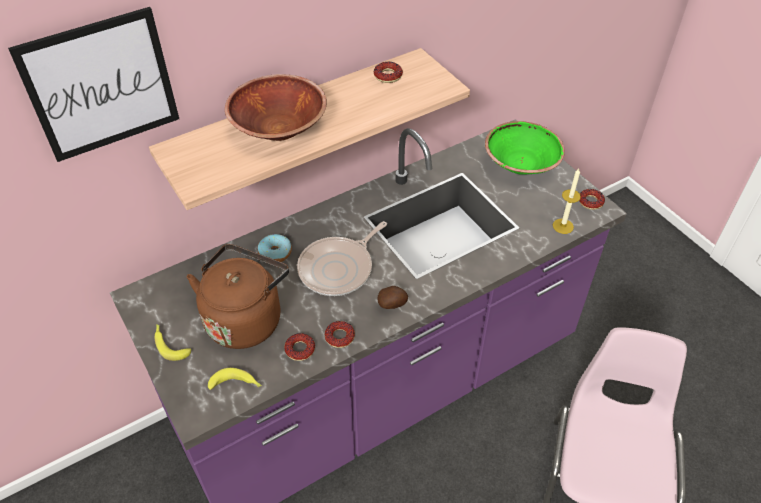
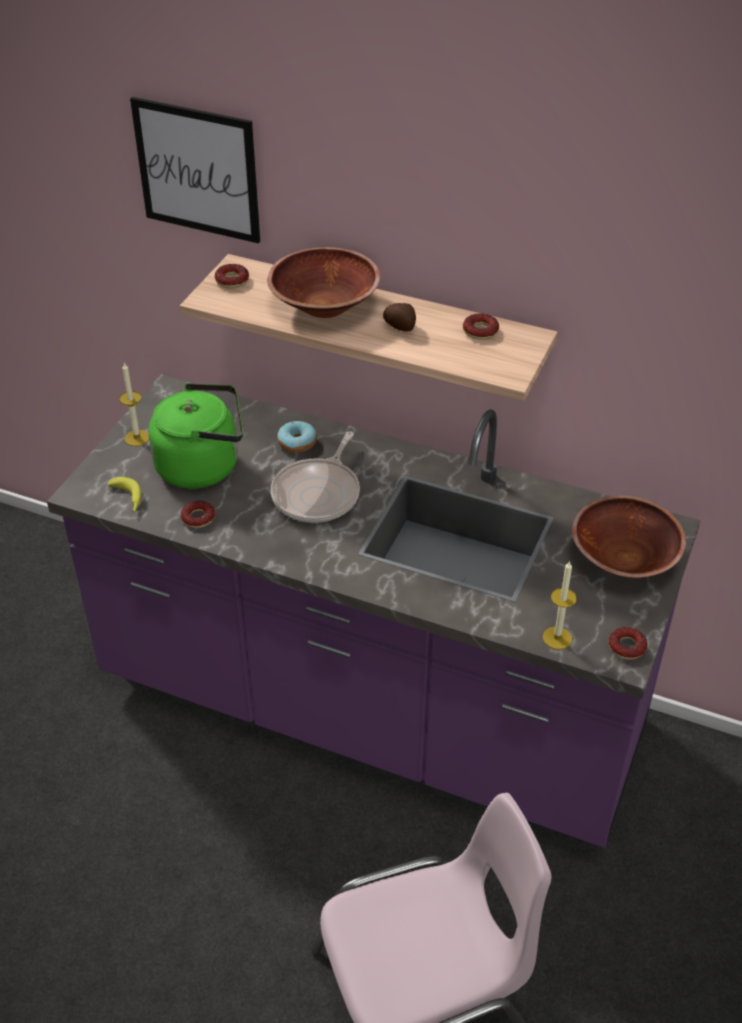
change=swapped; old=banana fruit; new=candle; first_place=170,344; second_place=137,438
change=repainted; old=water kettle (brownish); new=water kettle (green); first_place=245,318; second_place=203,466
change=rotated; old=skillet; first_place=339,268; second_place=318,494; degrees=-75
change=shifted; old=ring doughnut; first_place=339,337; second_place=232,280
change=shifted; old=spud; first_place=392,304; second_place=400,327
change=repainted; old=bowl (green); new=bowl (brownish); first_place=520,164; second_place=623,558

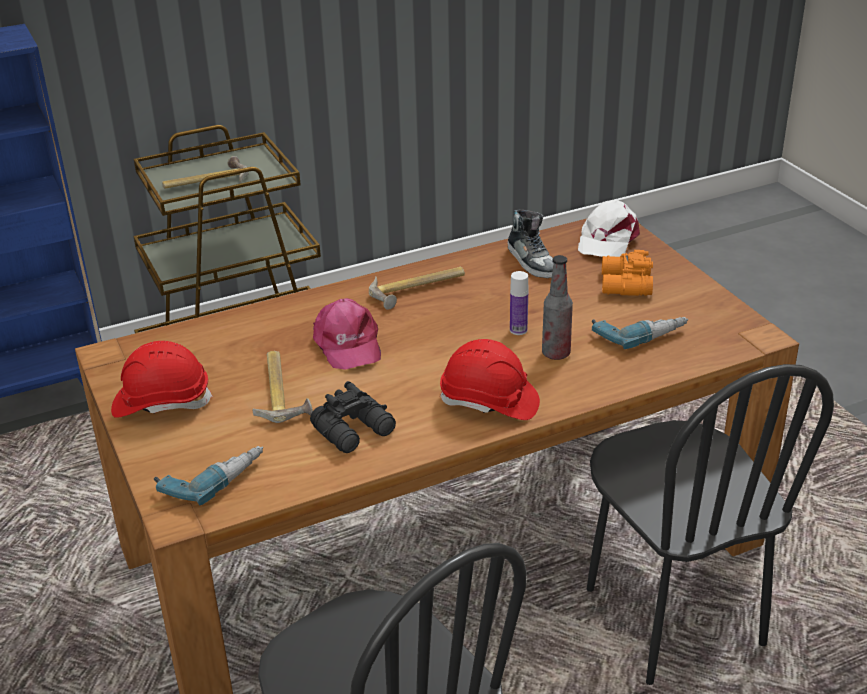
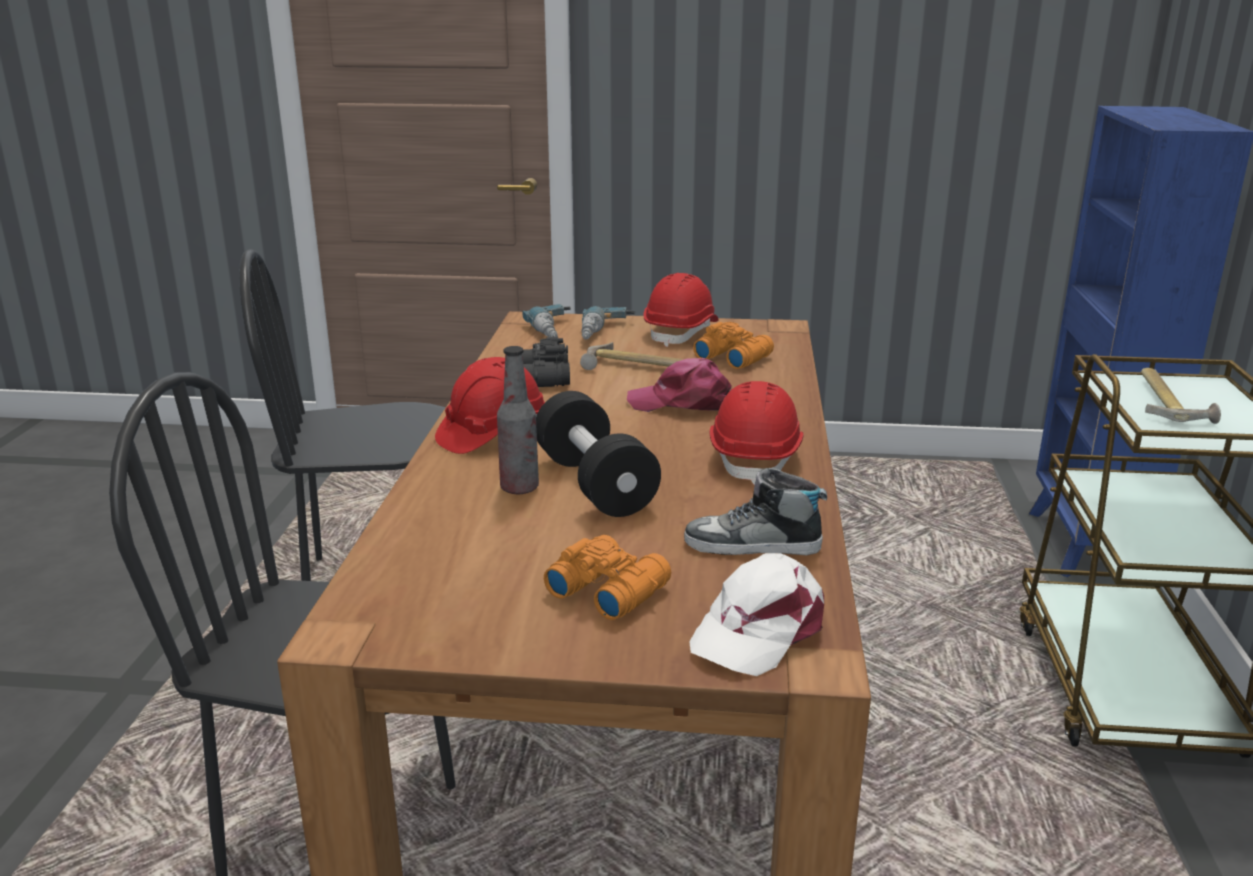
change=swapped; old=tool hammer; new=hard hat (red-coloured); first_place=418,290; second_place=756,458
change=swapped; old=drink bottle; new=free weight (black); first_place=518,330; second_place=595,484
change=rotated; old=cap (white); first_place=607,240; second_place=758,629; degrees=-105
change=shifted; old=drill; first_place=638,332; second_place=606,333
change=new; new=binoculars (orangey); second_place=732,357

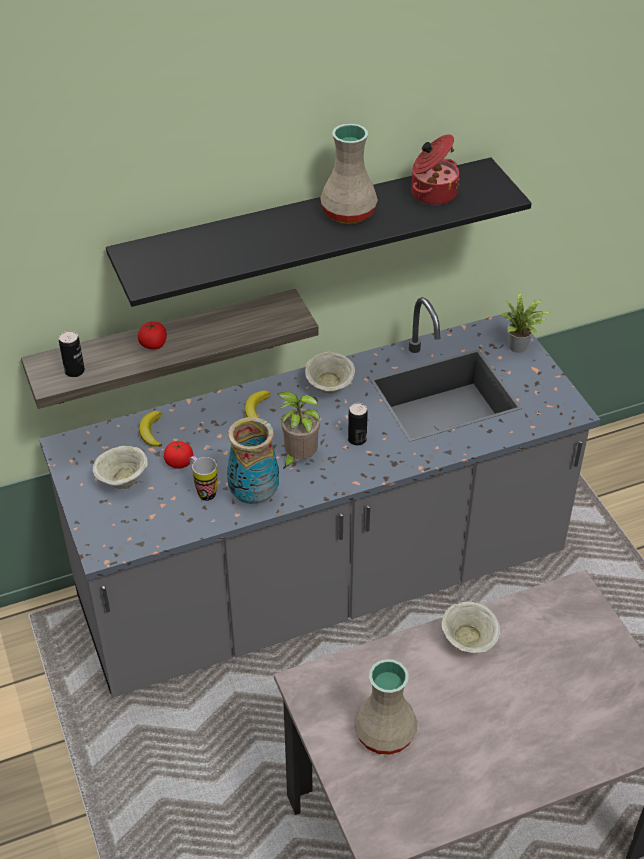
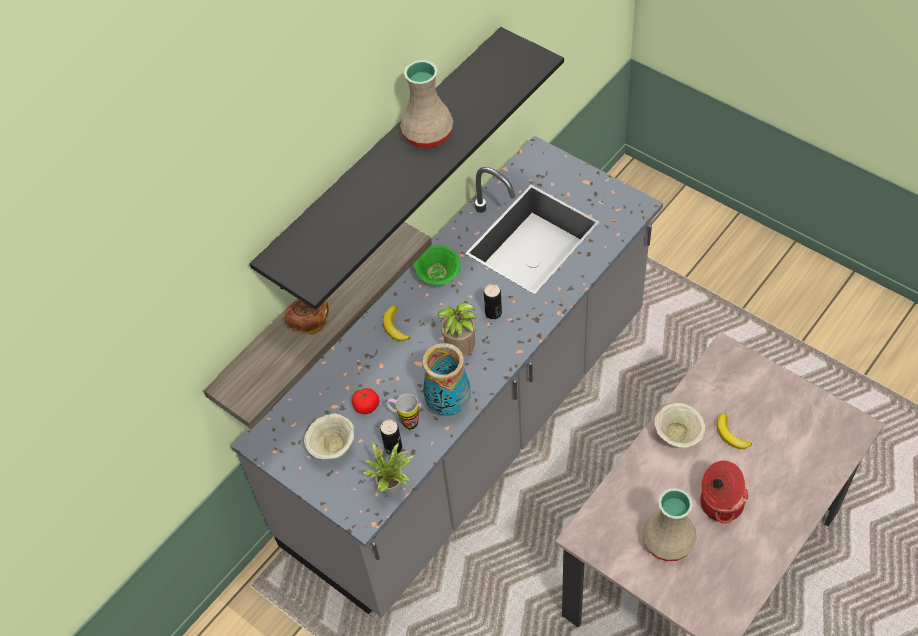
change=shifted; old=metal can; first_place=74,371; second_place=393,447
change=swapped; old=whole tomato; new=bread; first_place=153,344; second_place=309,321
change=shifted; old=banana fruit; first_place=151,431; second_place=731,435
change=repainted; old=bowl (sand-coloured); new=bowl (green); first_place=330,387; second_place=438,276
change=shifted; old=cooking pot; first_place=432,193; second_place=720,503
change=shifted; old=potted plant; first_place=520,347; second_place=394,487

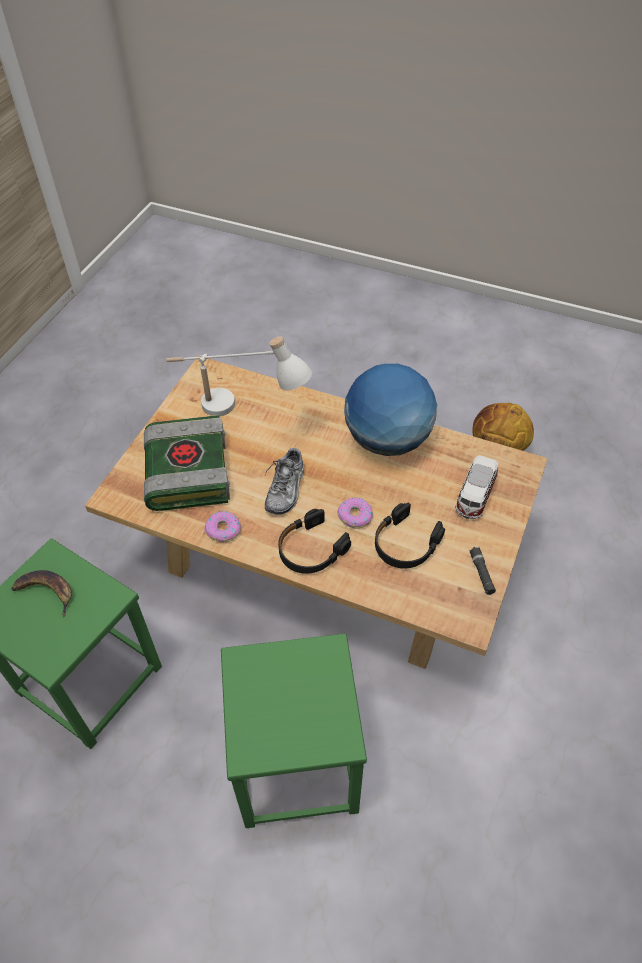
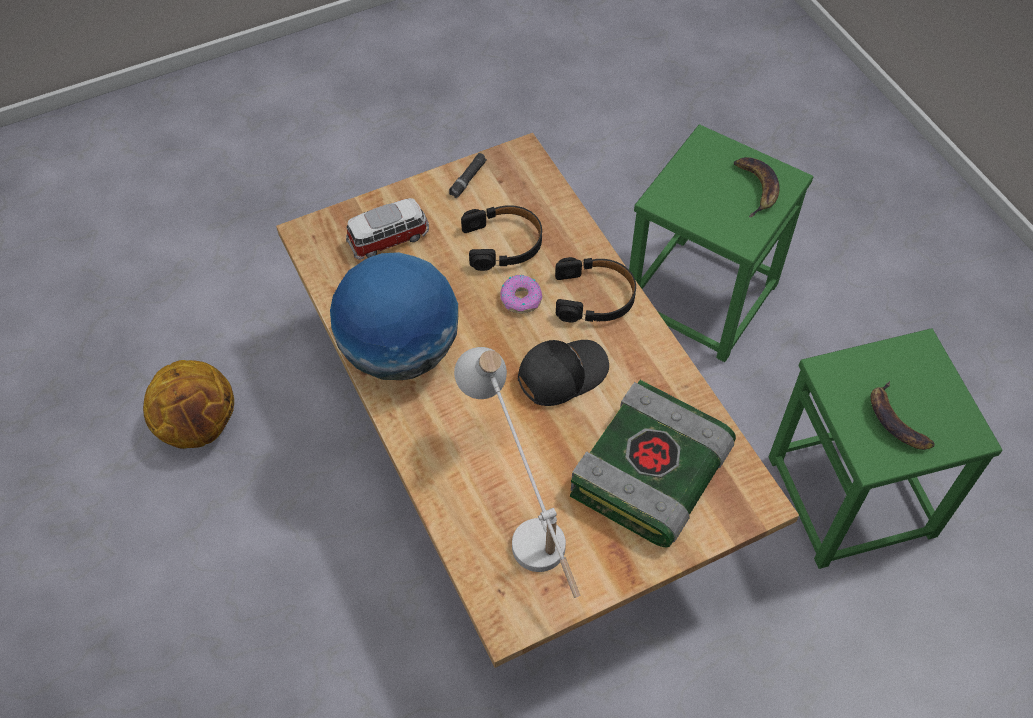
change=gone; old=ring doughnut; first_place=223,530
change=swapped; old=low shoe; new=cap (black); first_place=286,489; second_place=561,374
change=new; new=banana fruit; second_place=756,188

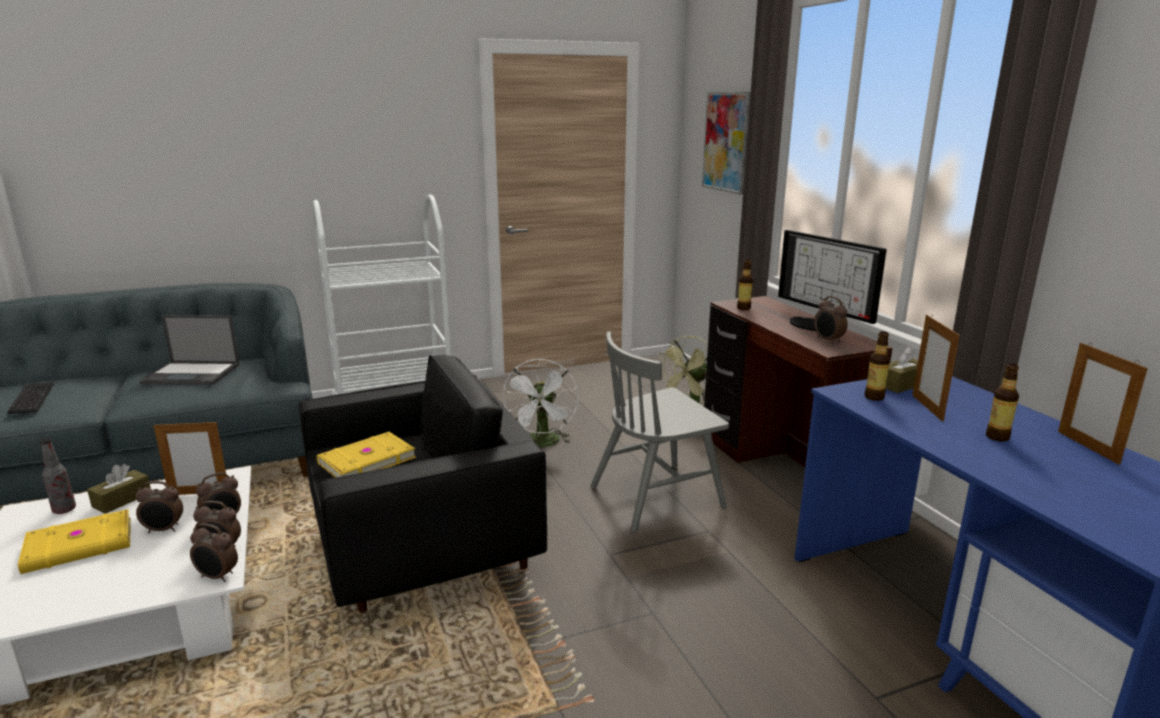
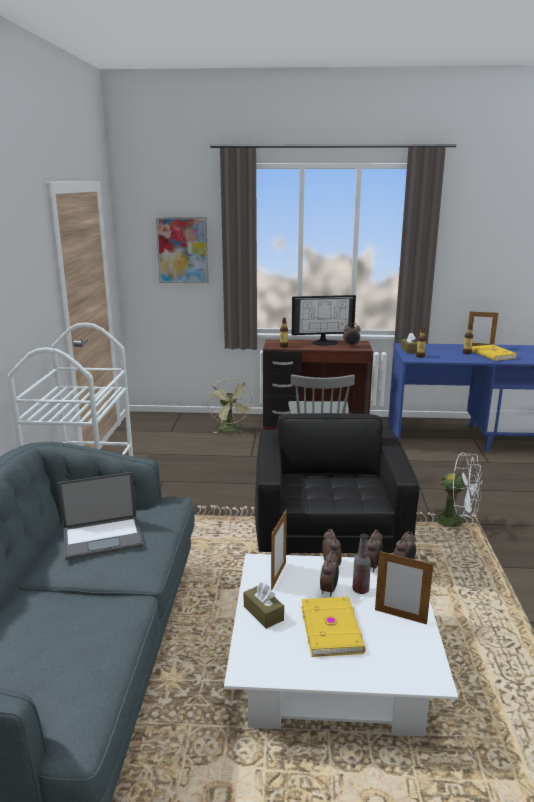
change=gone; old=keyboard; first_place=32,399
change=shifted; old=drink bottle; first_place=64,510; second_place=360,590
change=rotated; old=notebook computer; first_place=193,374; second_place=104,537; degrees=45
change=shifted; old=bound book (yellow); first_place=365,460; second_place=492,355
change=shifted; old=electric fan (white); first_place=543,443; second_place=456,522
change=shifted; old=photo frame; first_place=927,408; second_place=400,616

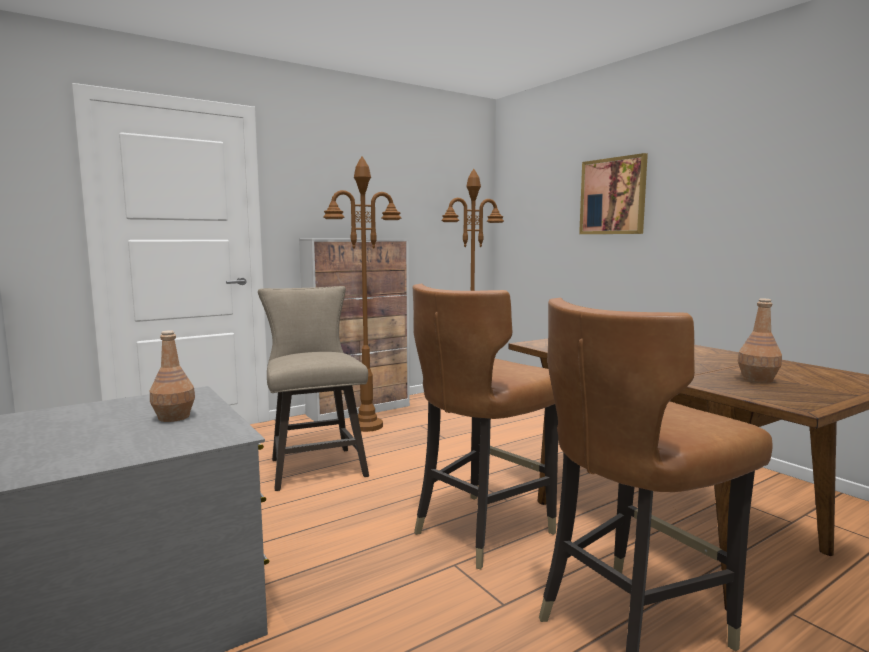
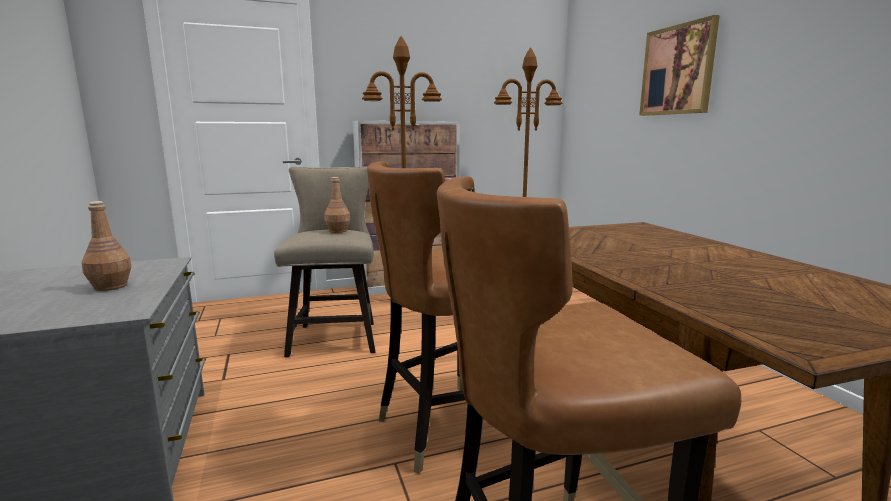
change=shifted; old=drink bottle (brownish); first_place=757,380; second_place=337,231

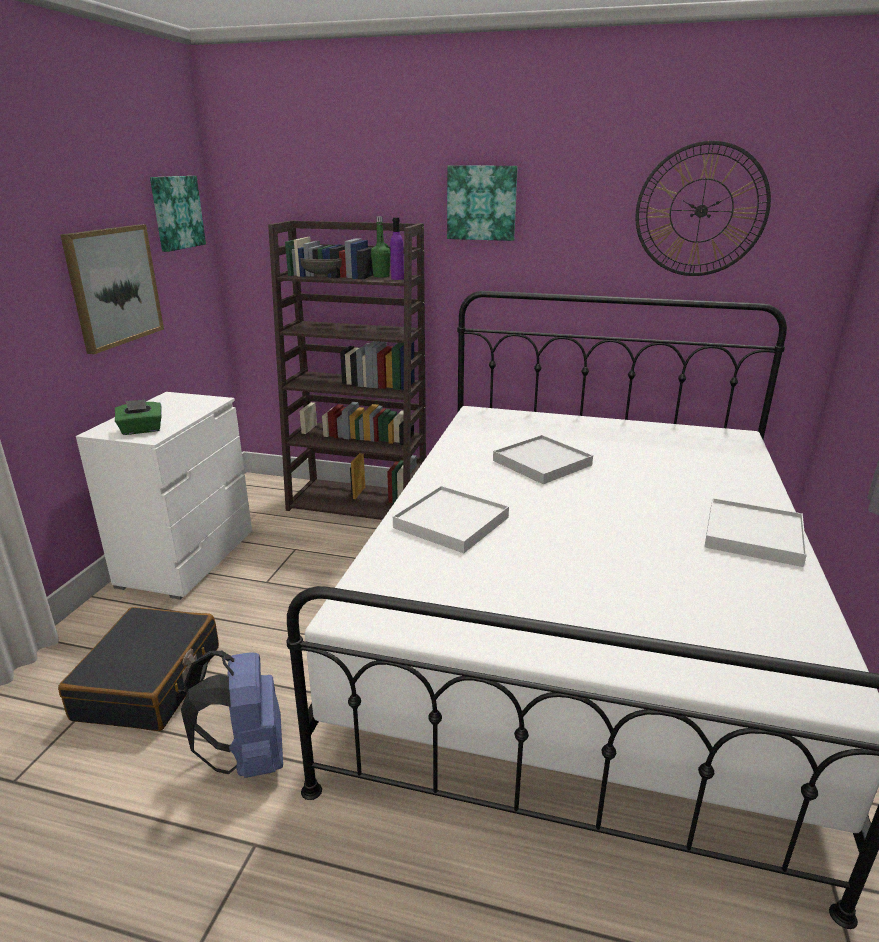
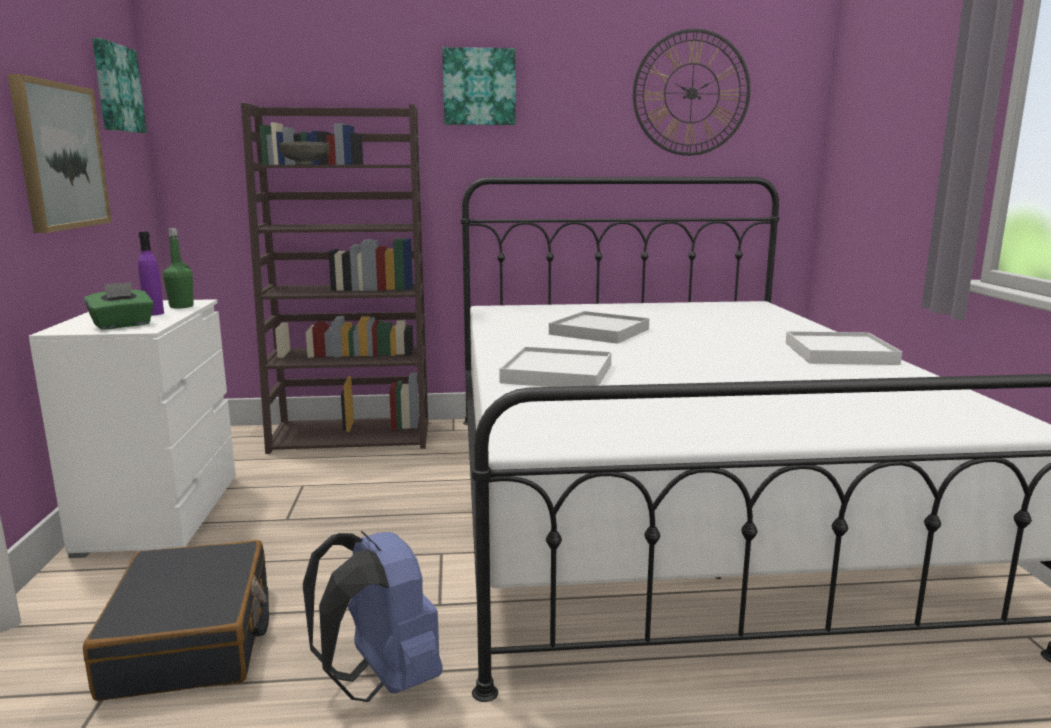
change=shifted; old=drink bottle (green); first_place=381,276; second_place=181,306
change=shifted; old=drink bottle (purple-coloured); first_place=397,278; second_place=154,313

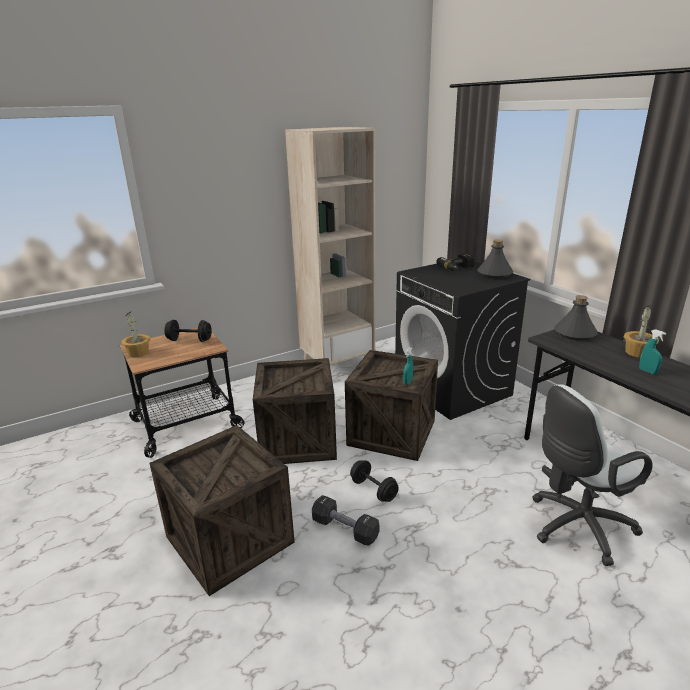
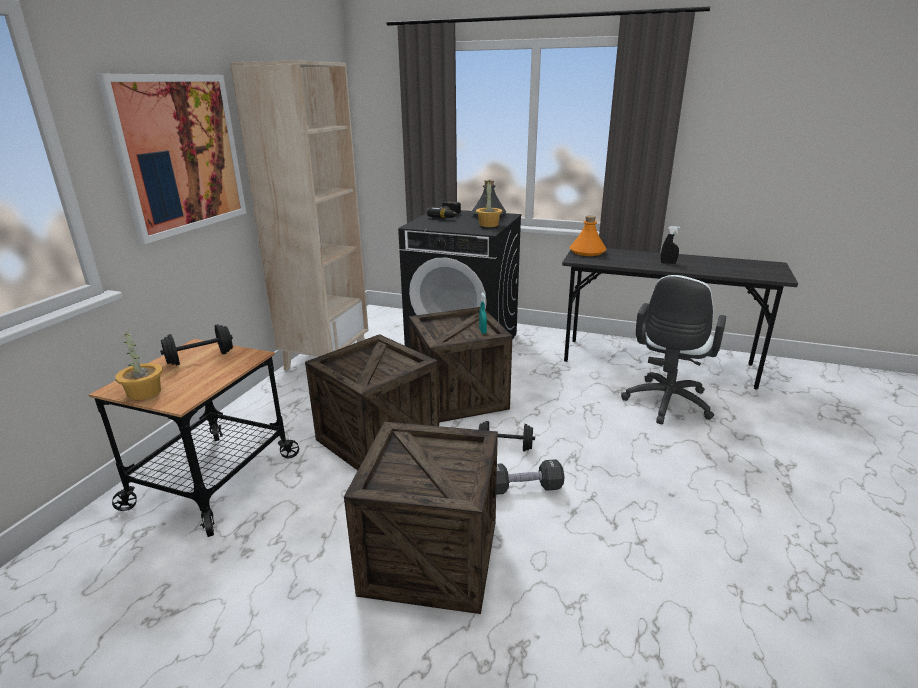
change=repainted; old=drink bottle (grey); new=drink bottle (orangey); first_place=575,334; second_place=587,252
change=shifted; old=potted plant; first_place=637,353; second_place=489,225
change=repainted; old=spray bottle (turquoise-coloured); new=spray bottle (black); first_place=647,371; second_place=668,263
change=new; new=picture; second_place=180,154

